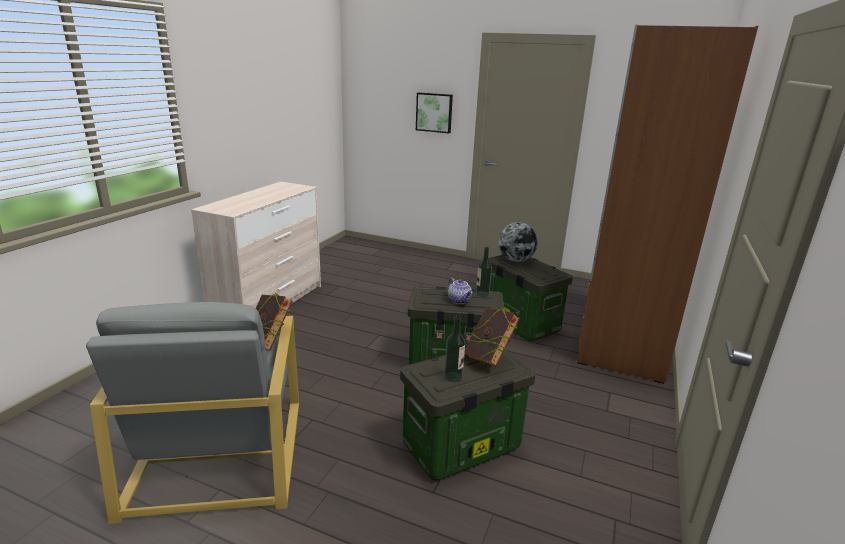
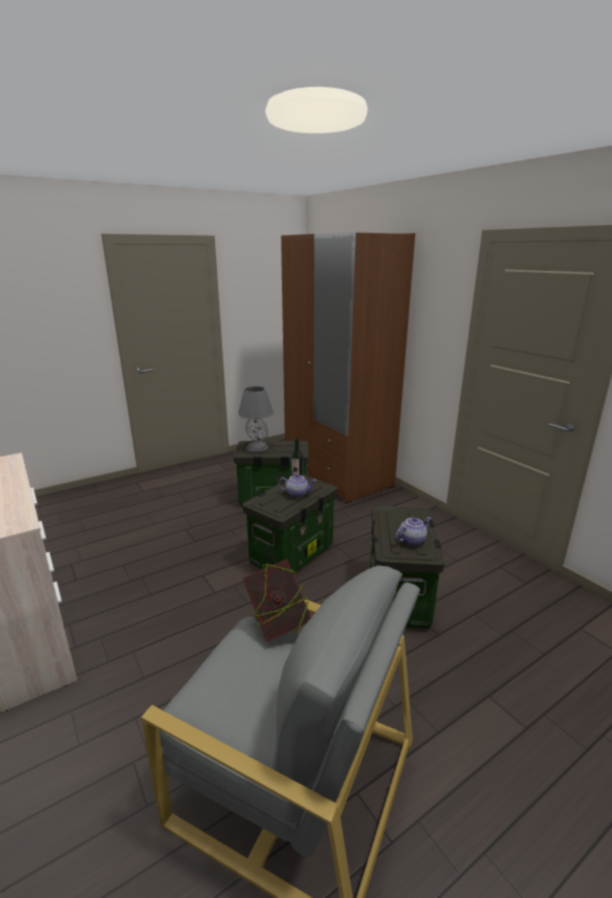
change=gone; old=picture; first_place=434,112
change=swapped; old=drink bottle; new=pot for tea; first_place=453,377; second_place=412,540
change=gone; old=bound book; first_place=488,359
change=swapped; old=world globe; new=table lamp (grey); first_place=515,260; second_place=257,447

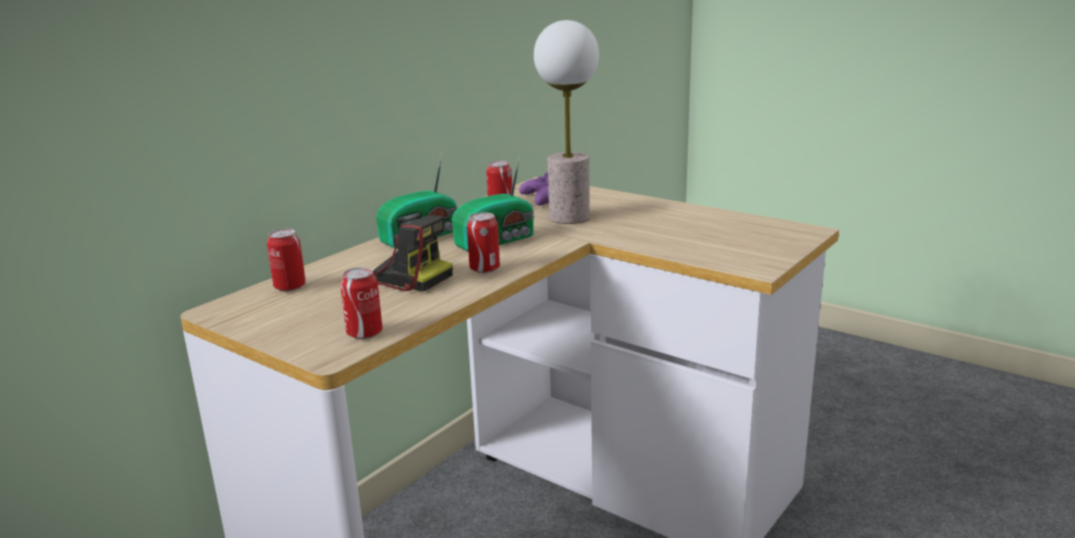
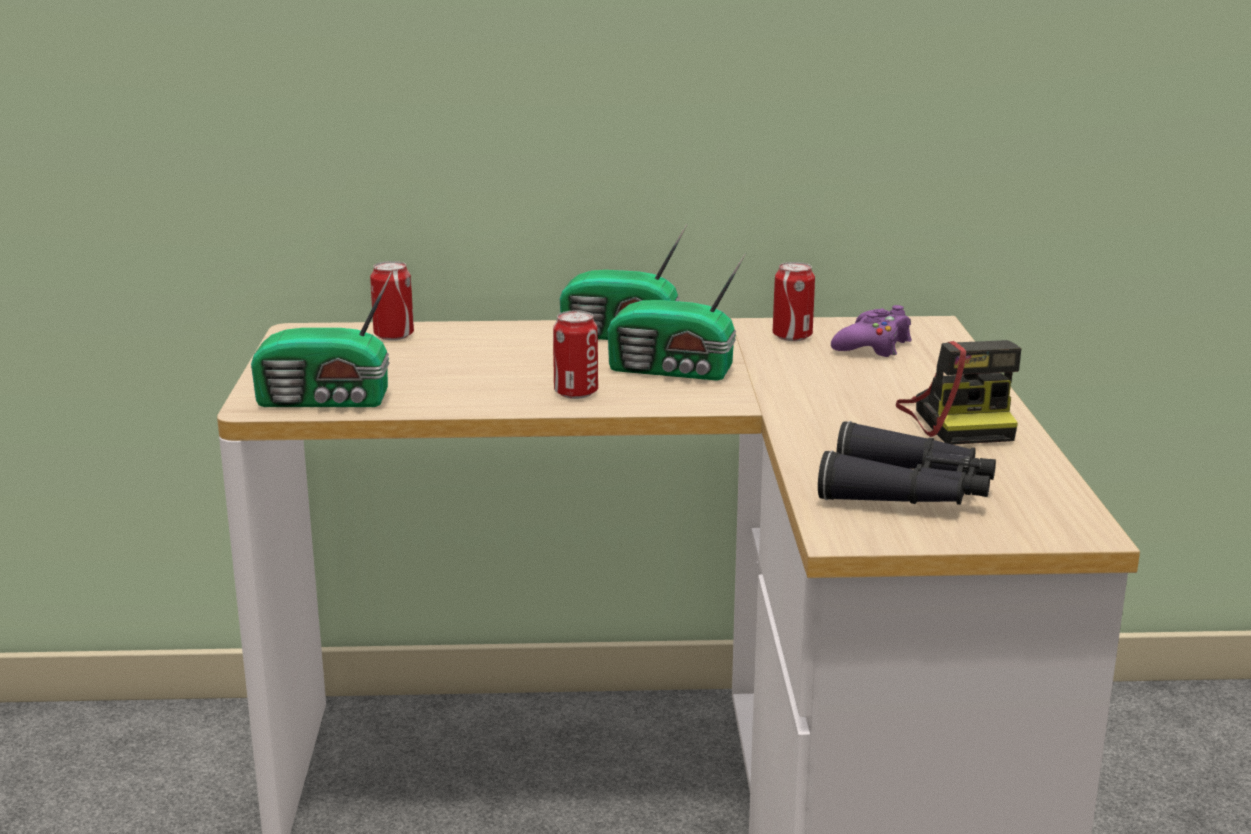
change=swapped; old=metal can; new=radio receiver; first_place=364,333; second_place=327,401
change=shifted; old=still camera; first_place=405,277; second_place=959,420
change=gone; old=table lamp; first_place=570,217
change=new; new=binoculars (black); second_place=908,492

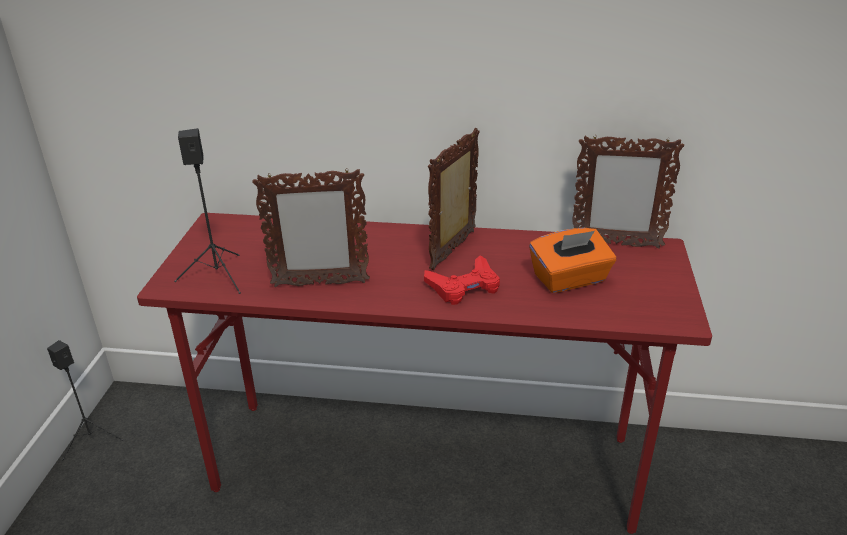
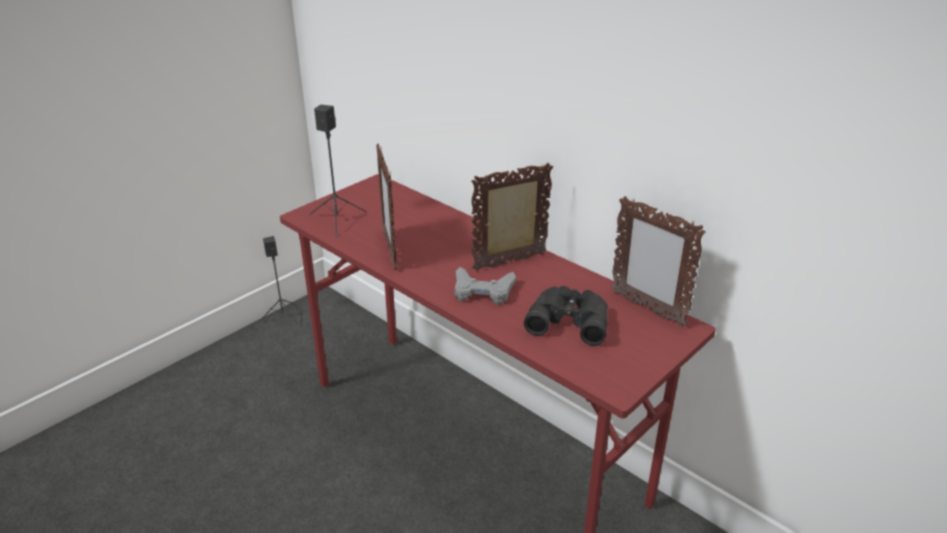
change=rotated; old=photo frame; first_place=319,284; second_place=390,250; degrees=45
change=repainted; old=joypad (red-coloured); new=joypad (grey); first_place=464,286; second_place=482,291
change=swapped; old=tissue box (orangey); new=binoculars (black); first_place=570,279; second_place=569,319

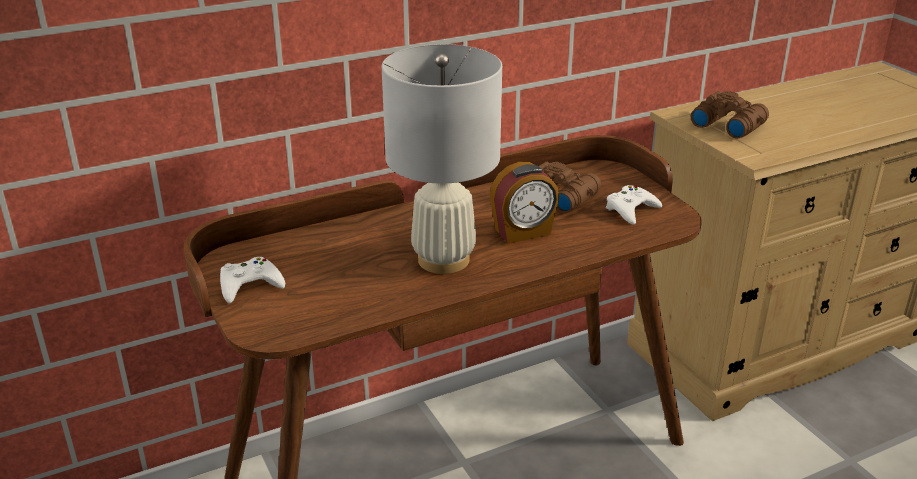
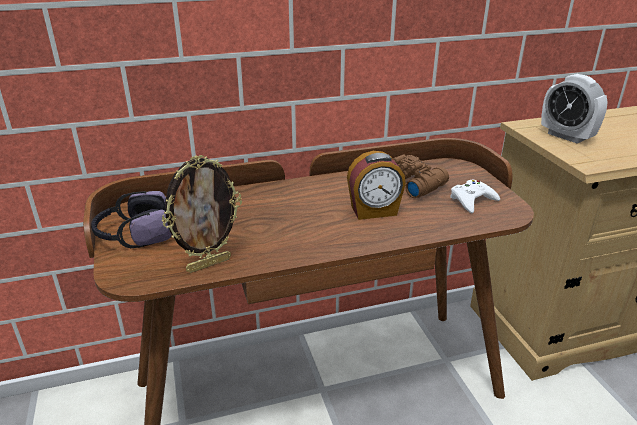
change=swapped; old=joypad (white); new=headset; first_place=250,285; second_place=134,234
change=gone; old=table lamp (white); first_place=443,260
change=swapped; old=binoculars (brownish); new=bedside clock; first_place=727,125; second_place=566,136
change=new; new=photo frame; second_place=209,264

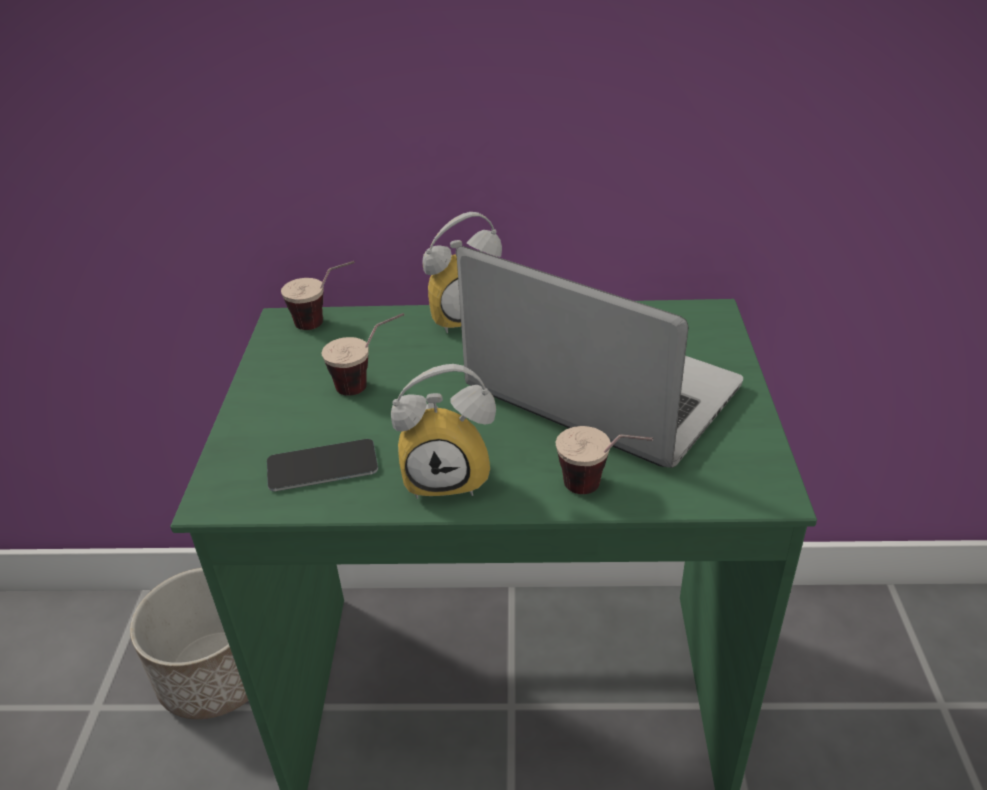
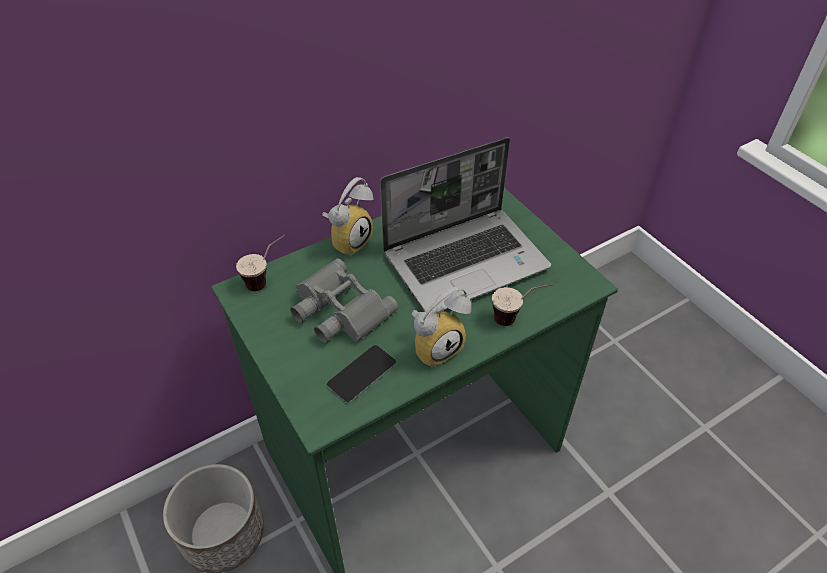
change=swapped; old=drinking cup; new=binoculars (grey); first_place=370,384; second_place=338,310
change=rotated; old=notebook computer; first_place=597,390; second_place=466,260; degrees=150

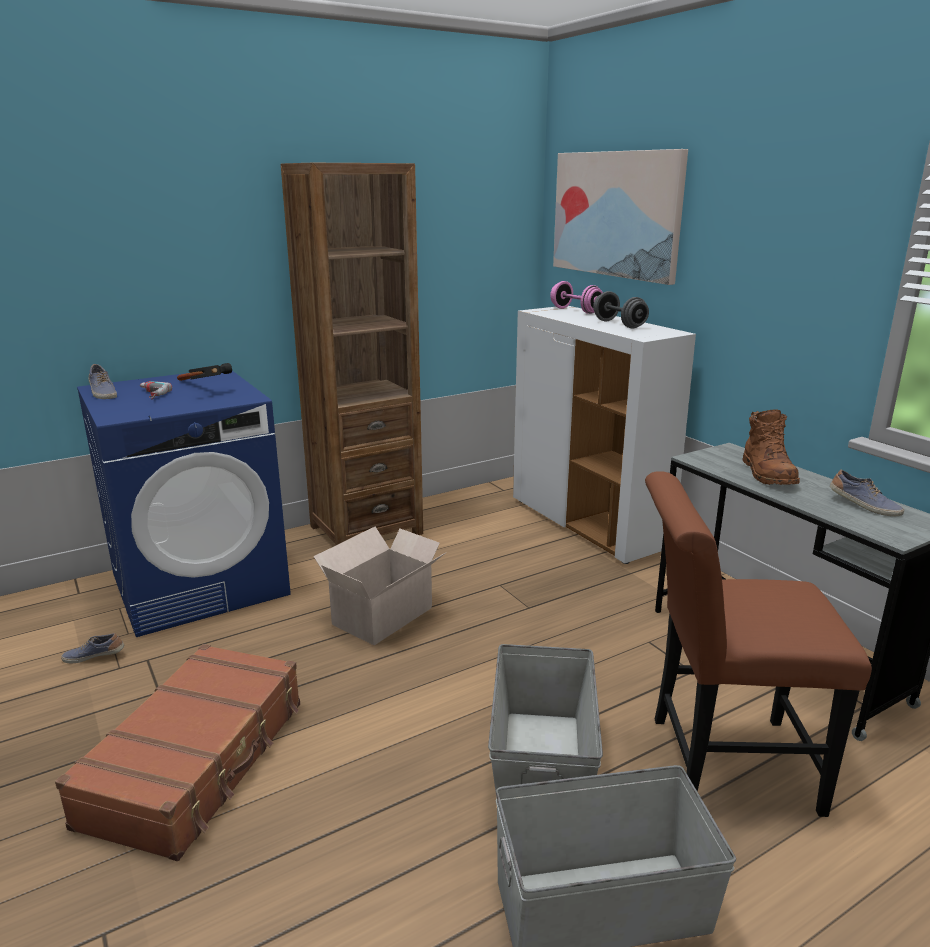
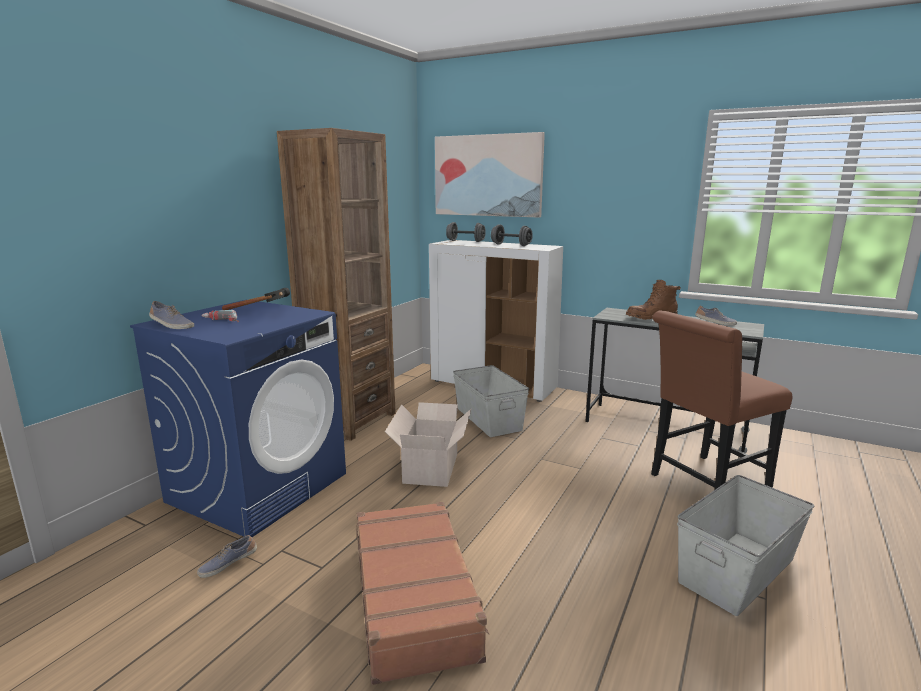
change=shifted; old=storage box (grey); first_place=543,767; second_place=489,418
change=repainted; old=free weight (pink-coloured); new=free weight (grey); first_place=576,311; second_place=465,241
change=rotated; old=tall boot (brownish); first_place=767,474; second_place=651,317; degrees=105

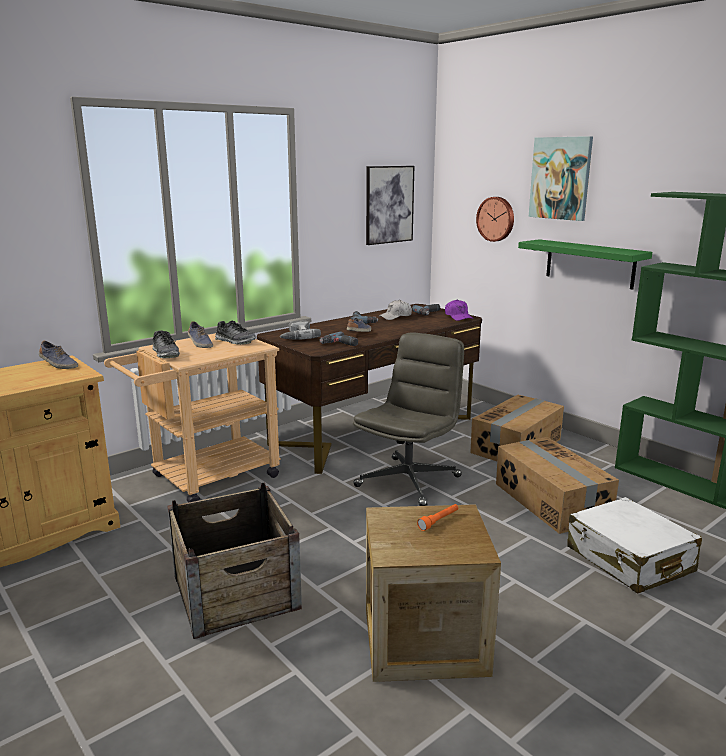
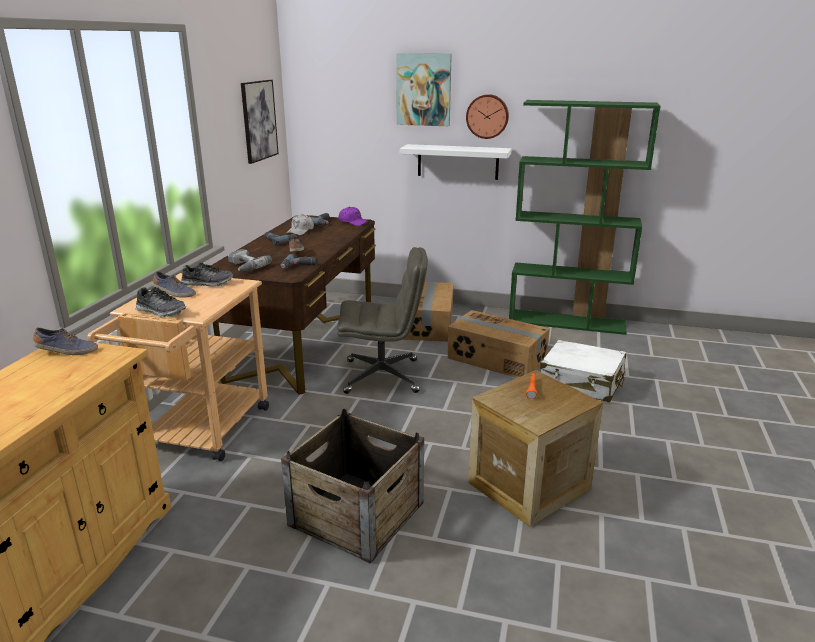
change=rotated; old=computer chair (grey); first_place=408,481; second_place=383,376; degrees=90
change=shifted; old=wall clock; first_place=496,219; second_place=487,116
change=repainted; old=bracket shelf (green); new=bracket shelf (white); first_place=589,263; second_place=457,162

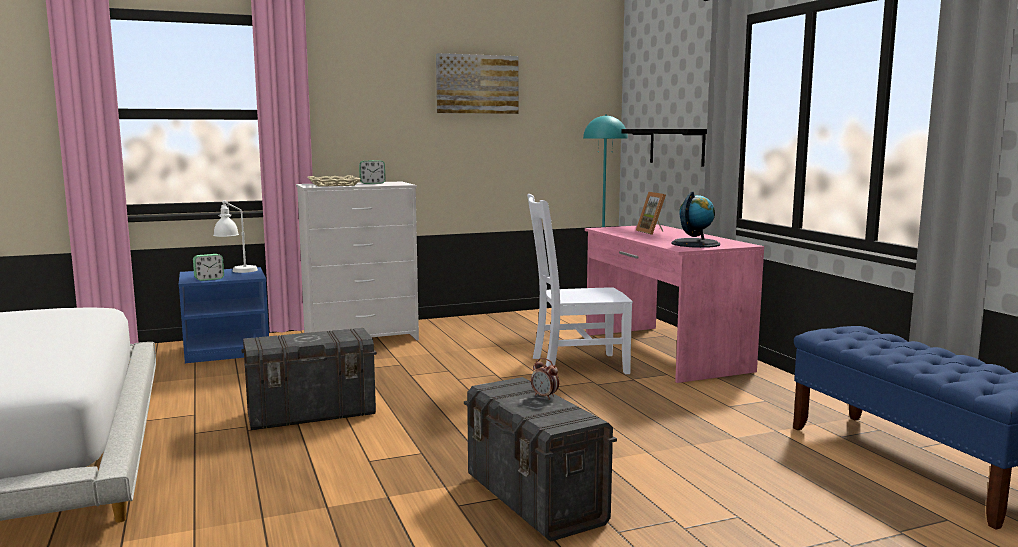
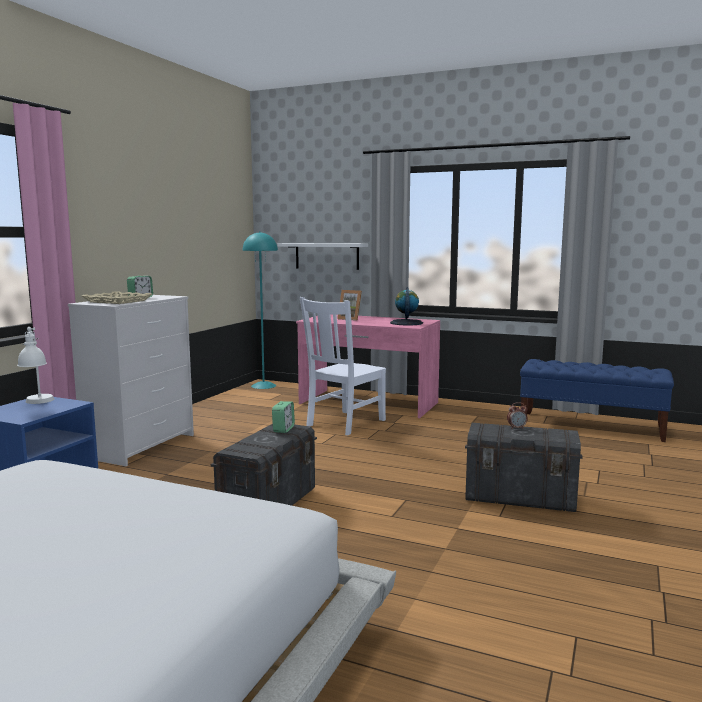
change=shifted; old=bedside clock; first_place=209,279; second_place=283,429
change=gone; old=picture; first_place=477,84
change=repainted; old=bracket shelf (black); new=bracket shelf (white); first_place=676,146; second_place=327,256

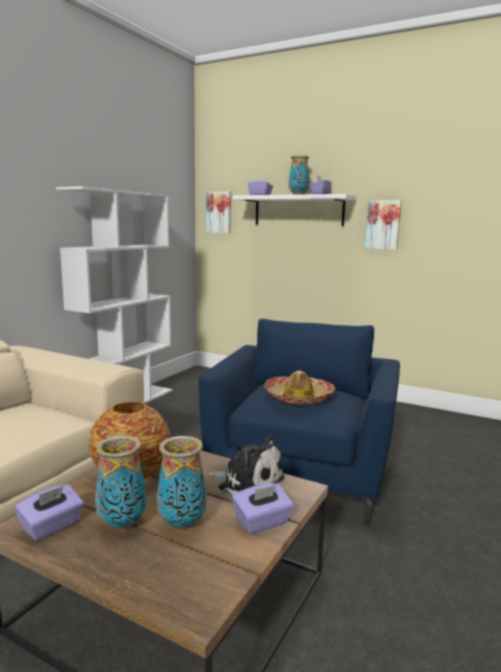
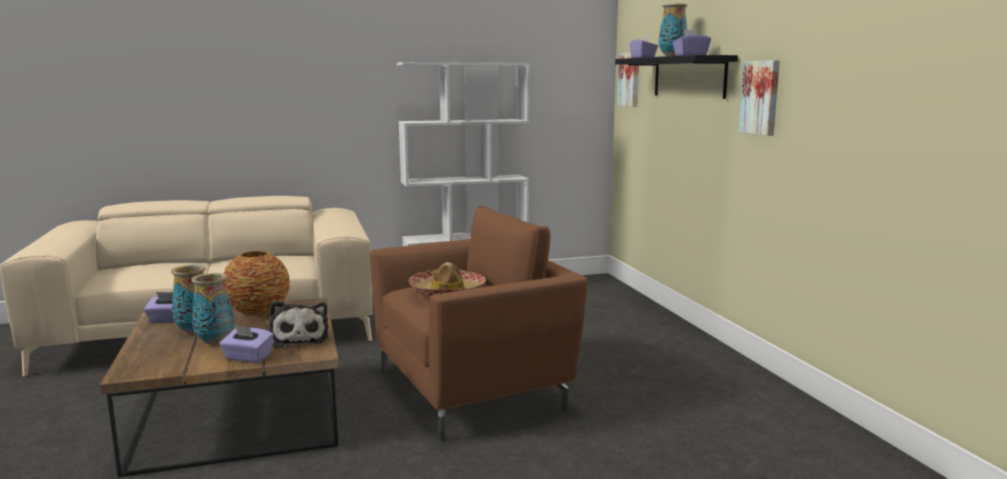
change=repainted; old=armchair (blue); new=armchair (brownish); first_place=301,477; second_place=473,390
change=repainted; old=bracket shelf (white); new=bracket shelf (black); first_place=298,211; second_place=689,77

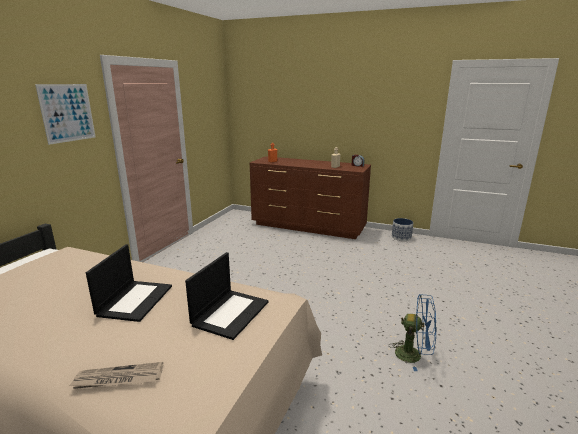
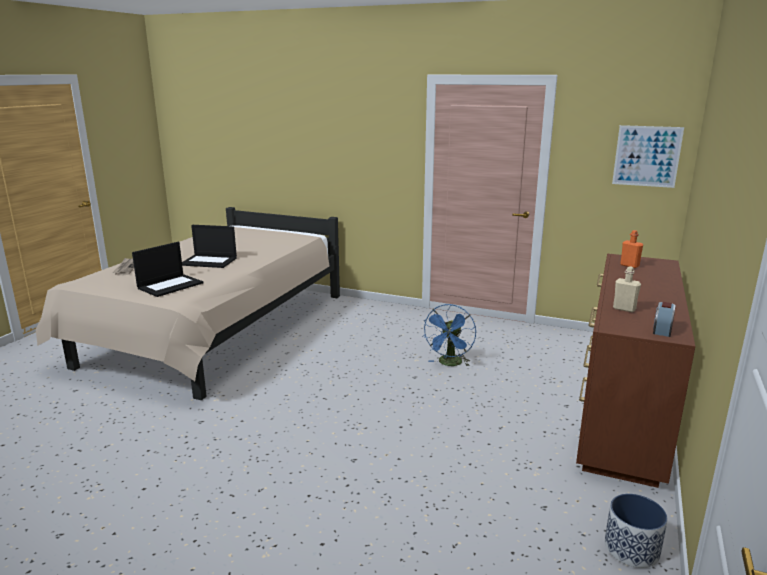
change=shifted; old=picture; first_place=67,113; second_place=647,156
change=rotated; old=notebook computer; first_place=230,313; second_place=170,285; degrees=-75
change=shifted; old=electric fan (blue); first_place=414,355; second_place=449,364

